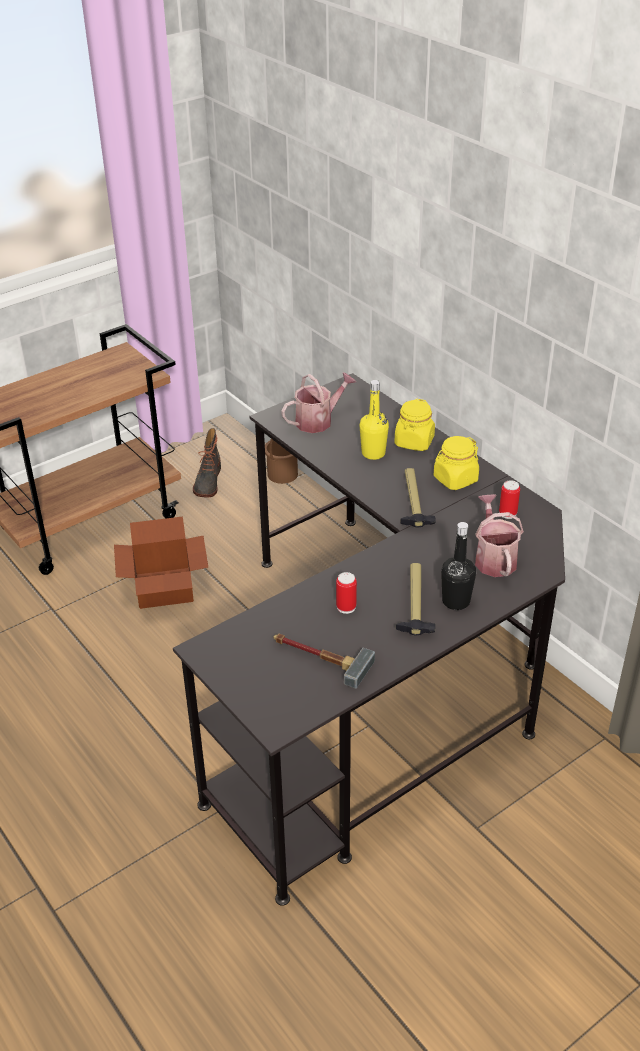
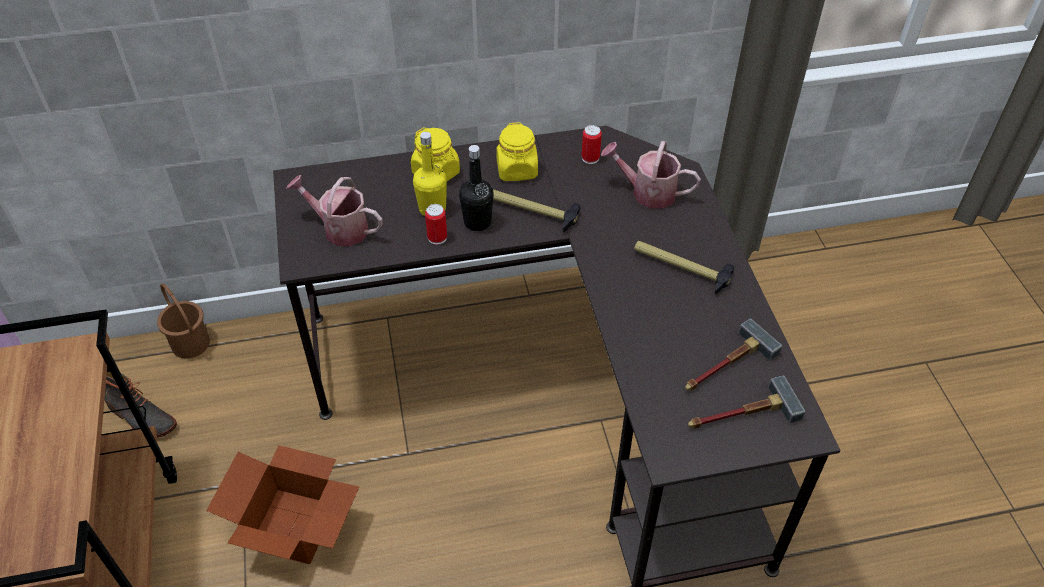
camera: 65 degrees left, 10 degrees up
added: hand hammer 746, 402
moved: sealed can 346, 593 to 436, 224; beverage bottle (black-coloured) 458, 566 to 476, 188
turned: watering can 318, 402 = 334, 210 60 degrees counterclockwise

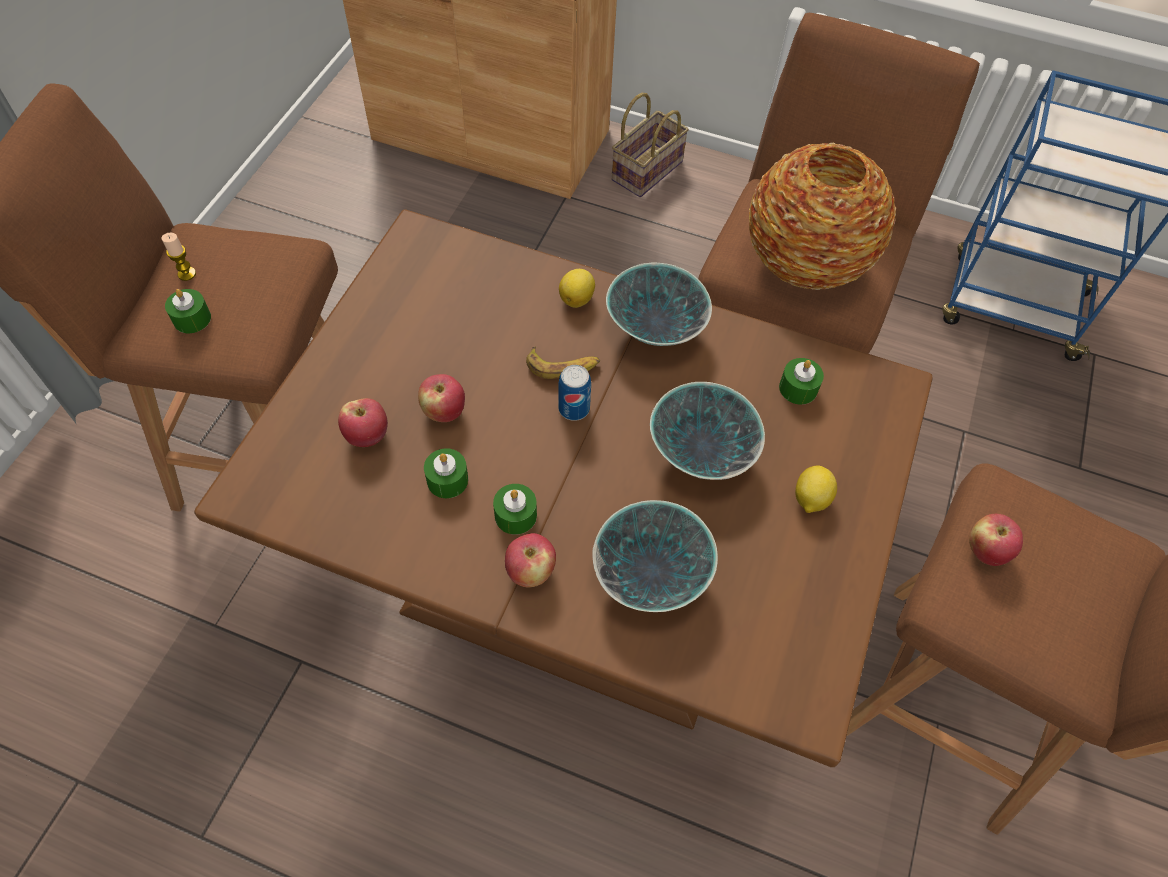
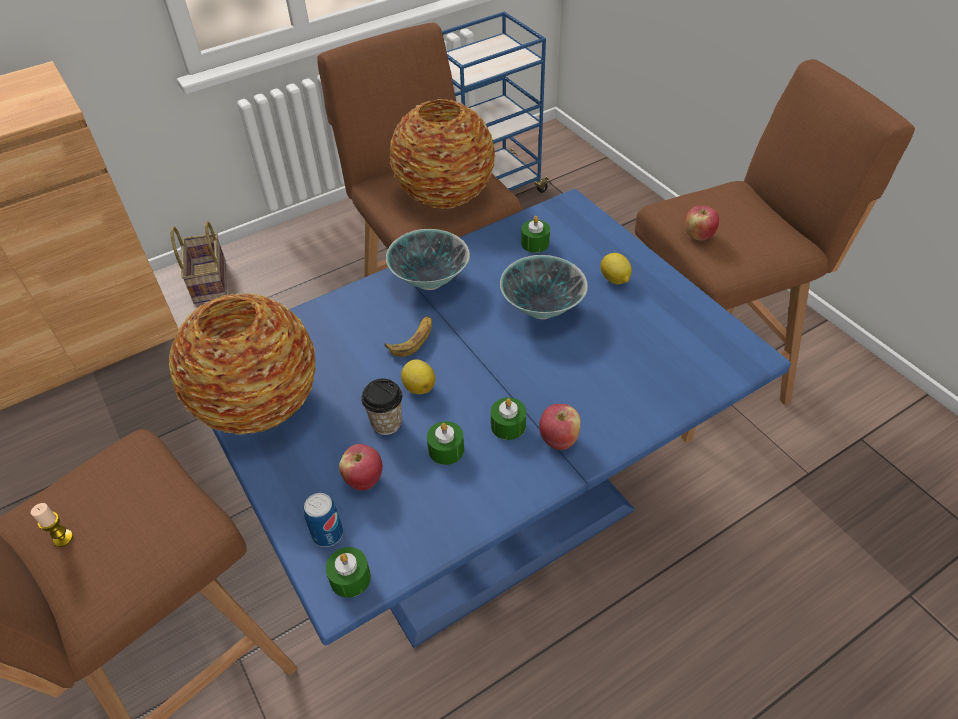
camera: 50 degrees left, 10 degrees down
removed: deep dish 655, 556
added: decorative vase 242, 364
moved: wax light (greenish) 188, 311 to 348, 572; sealed can 574, 393 to 323, 520; citrus fruit 577, 288 to 418, 376
replaced: whole apple 441, 398 to drinking cup 381, 407
recoloured: dining table (brown-coloured) 563, 488 to dining table (blue-coloured) 501, 418

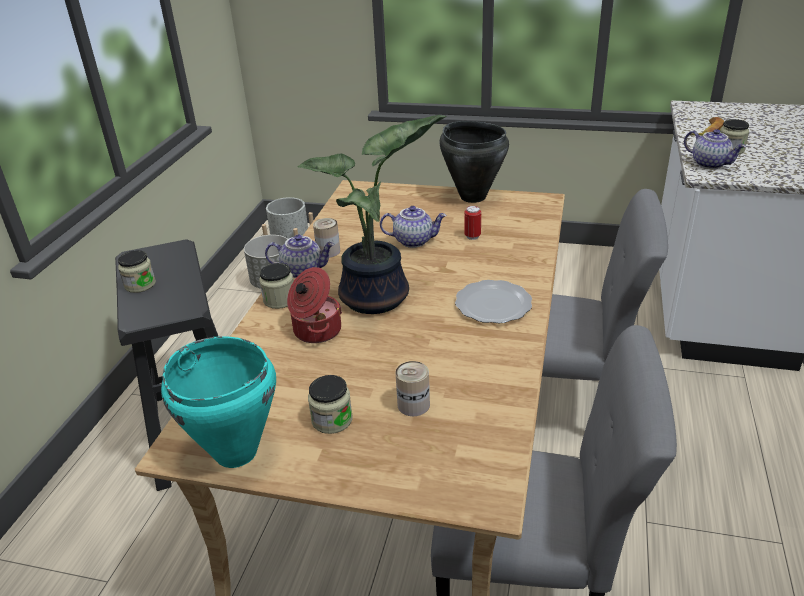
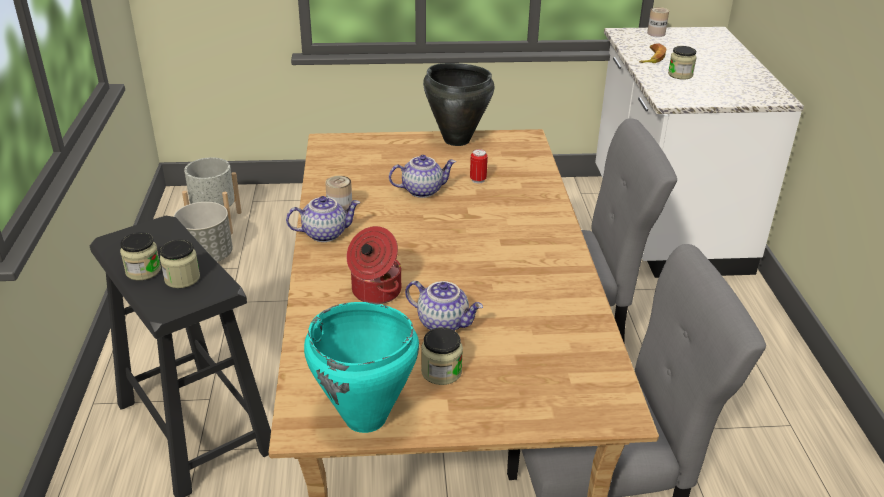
camera: 20 degrees left, 0 degrees up
removed: houseplant 372, 214; flat dish 493, 301
moved: jar 276, 286 to 180, 264; sealed can 412, 388 to 658, 22; pot for tea 715, 149 to 444, 306

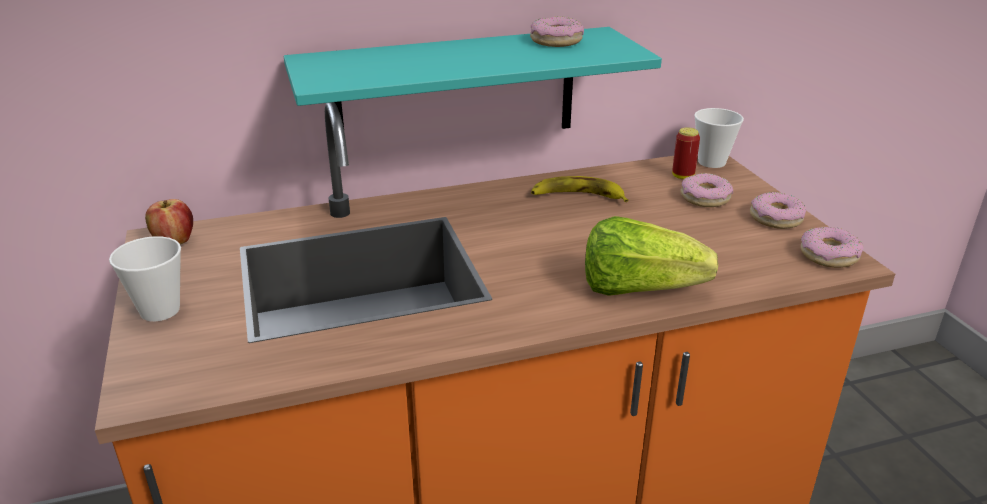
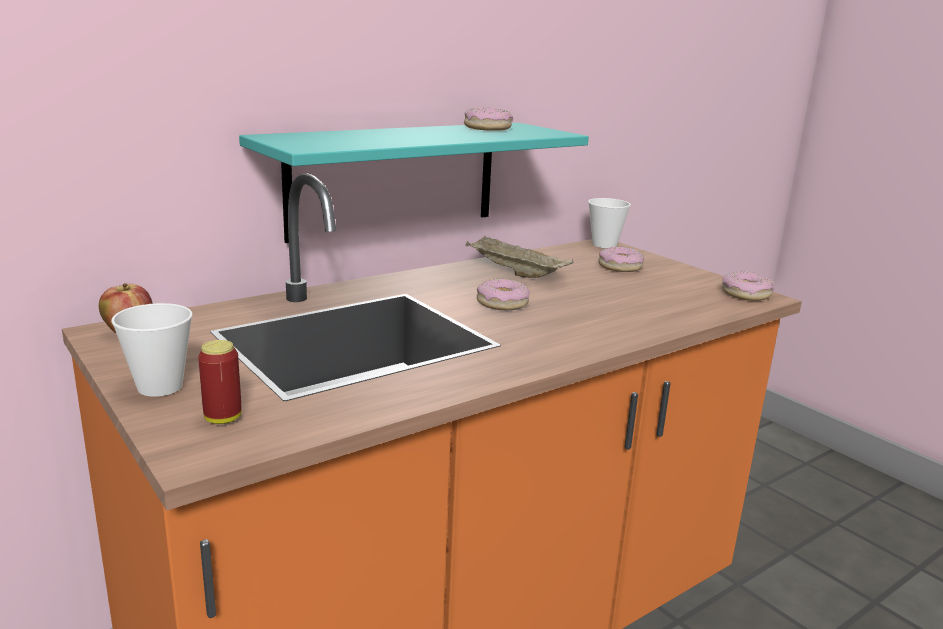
camera: 20 degrees left, 10 degrees down
removed: lettuce 651, 256
moved: sealed can 686, 153 to 220, 382; ring doughnut 778, 210 to 503, 294
replaced: banana fruit 580, 189 to carrying tray (beige-coloured) 519, 257

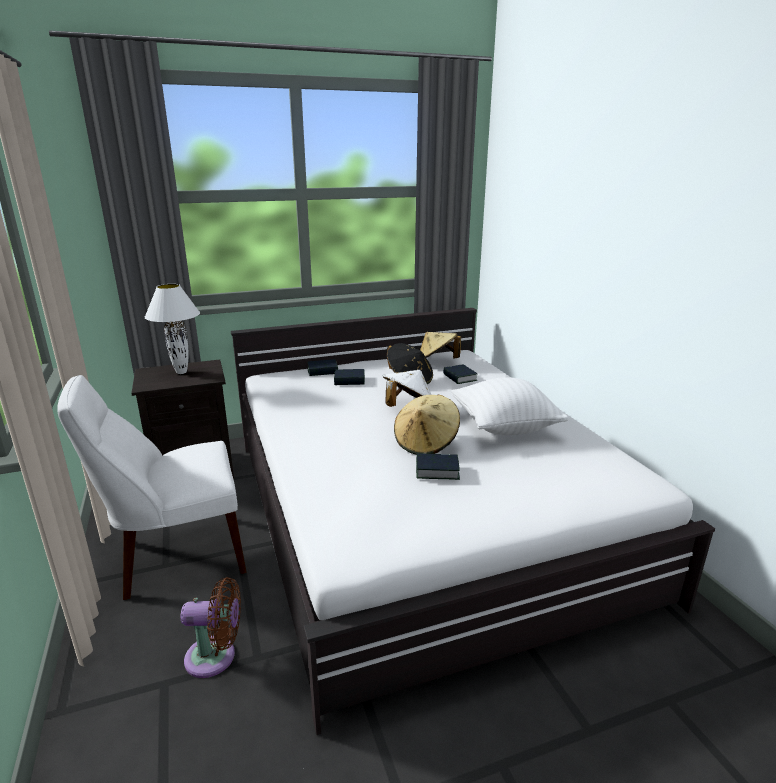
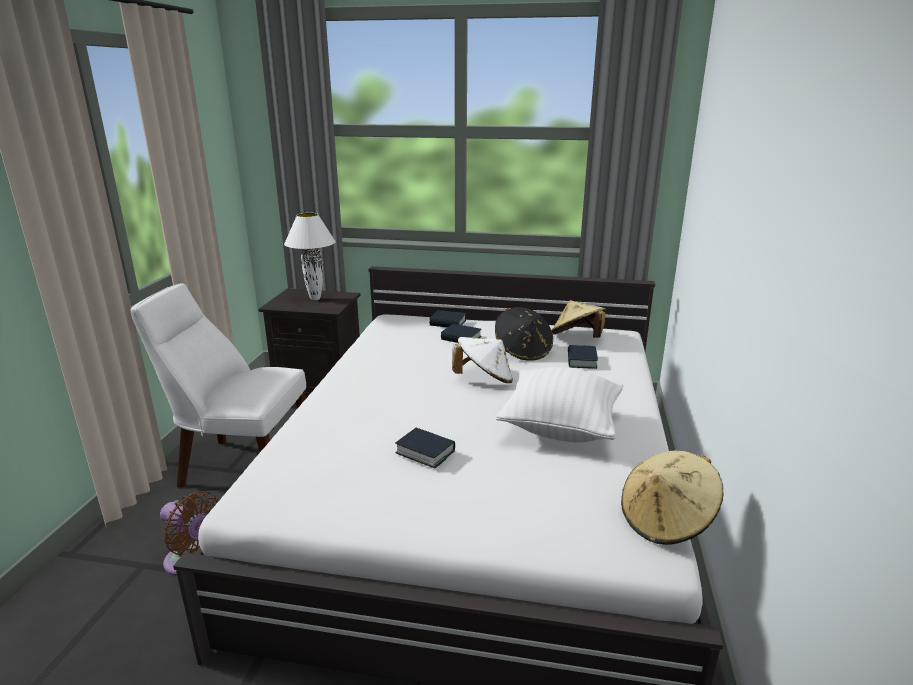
camera: 30 degrees right, 0 degrees up
moved: hat (beige-coloured) 427, 425 to 672, 498

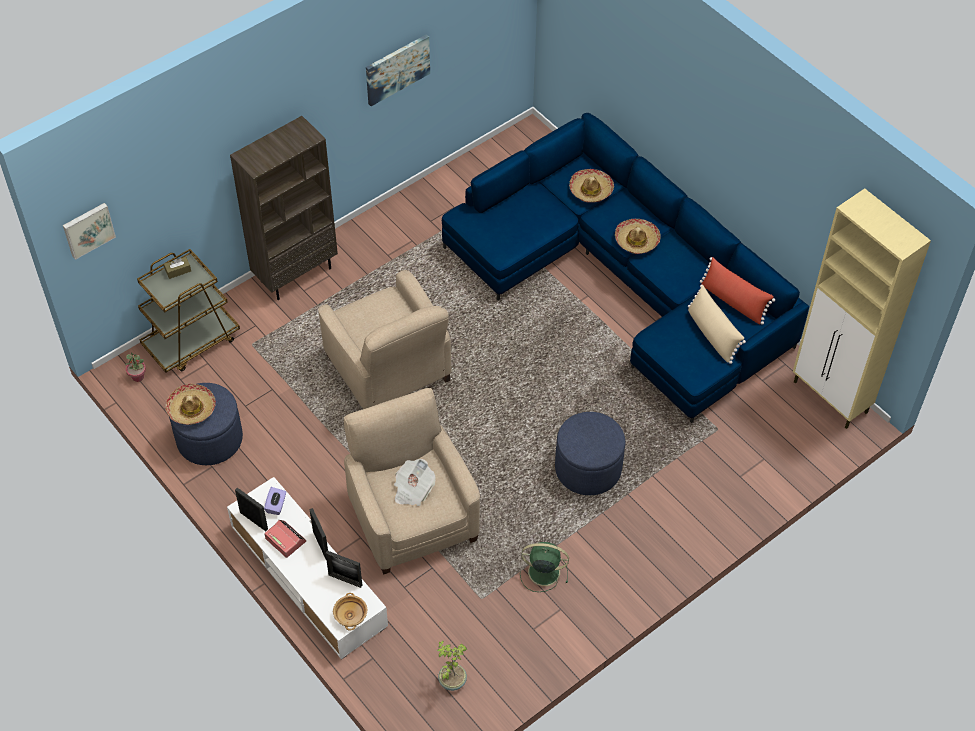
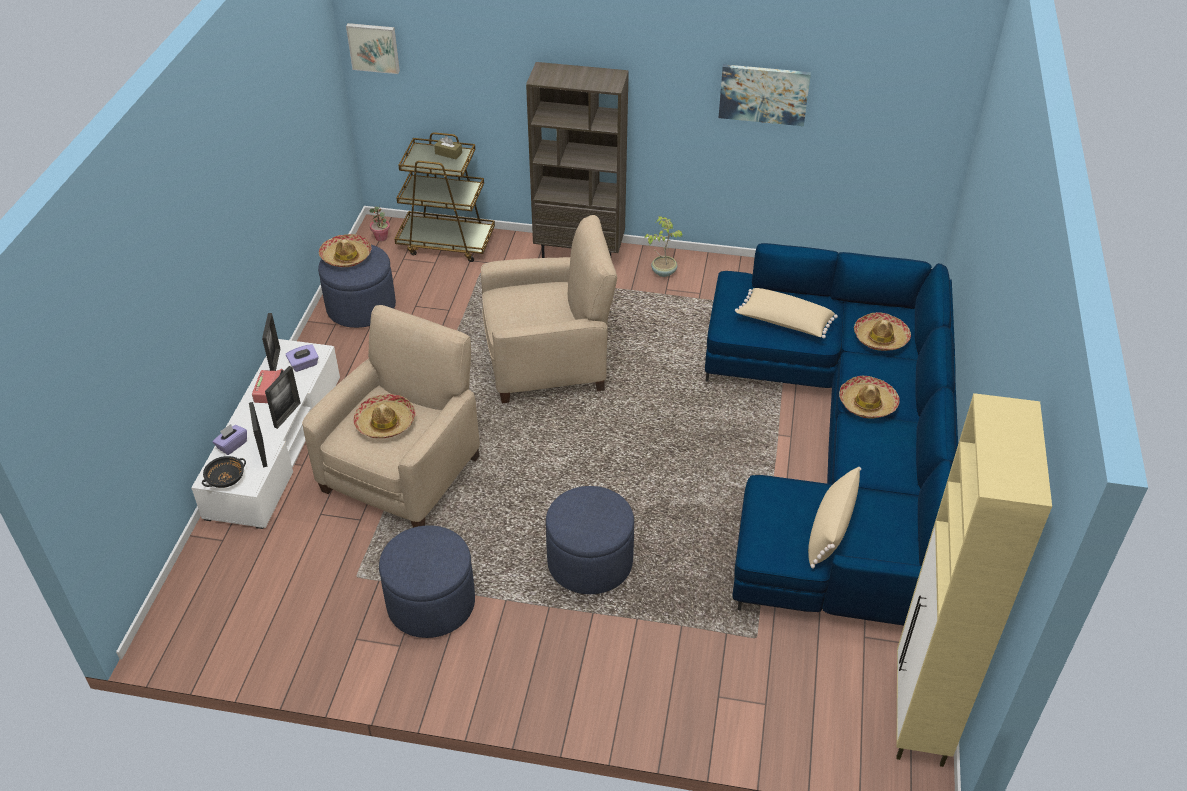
camera: 50 degrees right, 10 degrees down
removed: throw pillow (red) 737, 291
added: tissue holder (purple) 230, 439; throw pillow (beige-coloured) 786, 313
moved: houseplant 452, 666 to 664, 246
replaced: daily paper 415, 482 to hat 384, 416; cooling fan (greenish) 544, 567 to ottoman (blue-coloured) 427, 581
recoloured: deep dish (beige-coloured) 350, 611 to deep dish (black-coloured) 224, 472
turned: easy chair (beige-coloured) 384, 339 = 549, 309 120 degrees counterclockwise

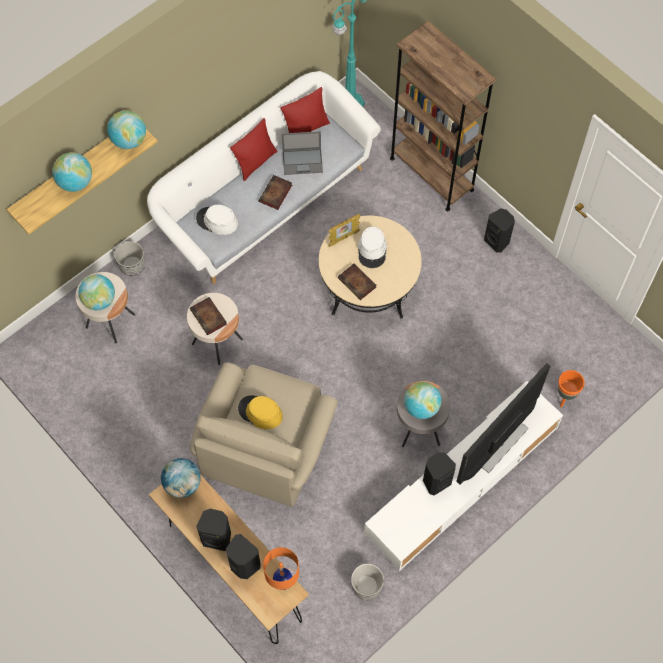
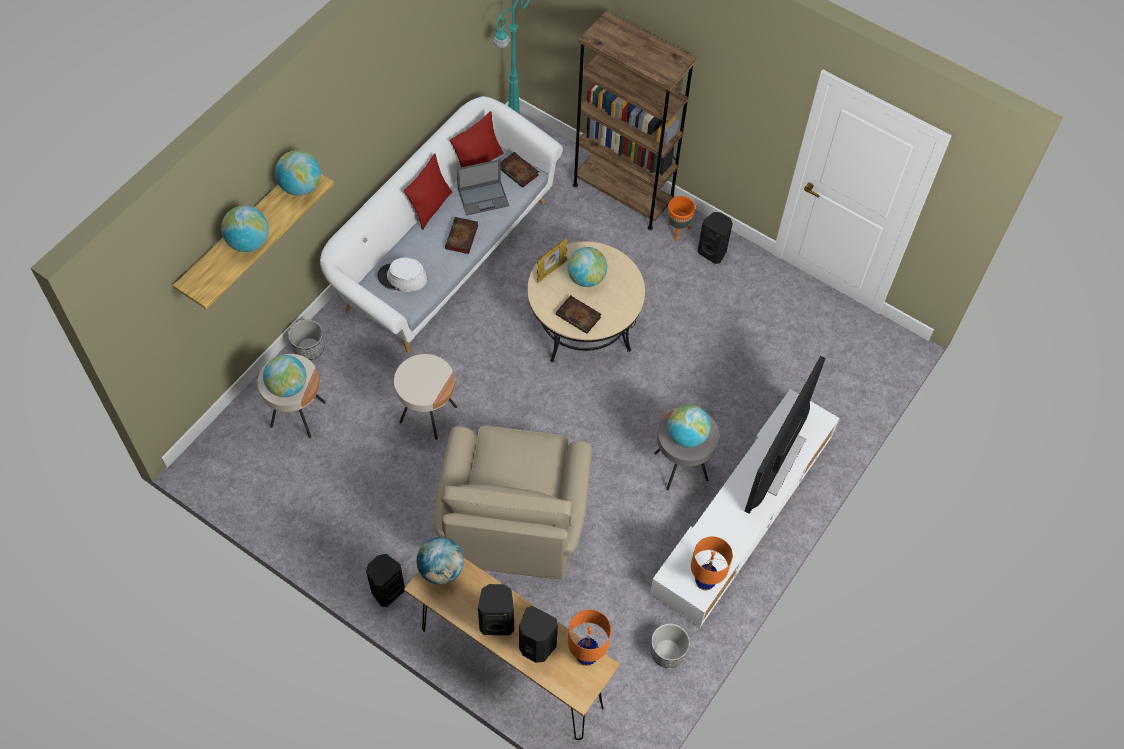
camera: 15 degrees left, 5 degrees down
removed: hat (yellowish) 260, 412
added: lamp for a table (orangey) 712, 563
moved: book 208, 316 to 519, 170; audio speaker (black-coloured) 439, 474 to 385, 580; flower pot (orangey) 571, 388 to 681, 218
replaced: hat (white) 372, 247 to world globe 587, 267

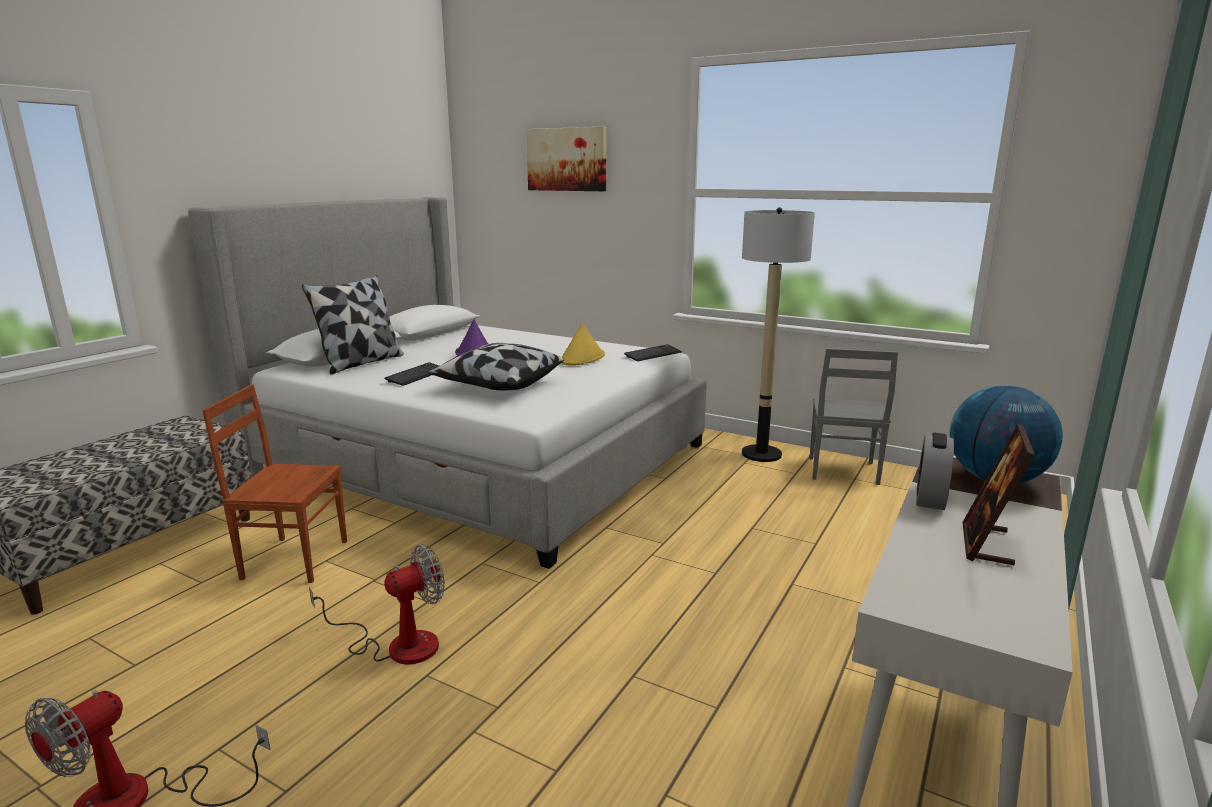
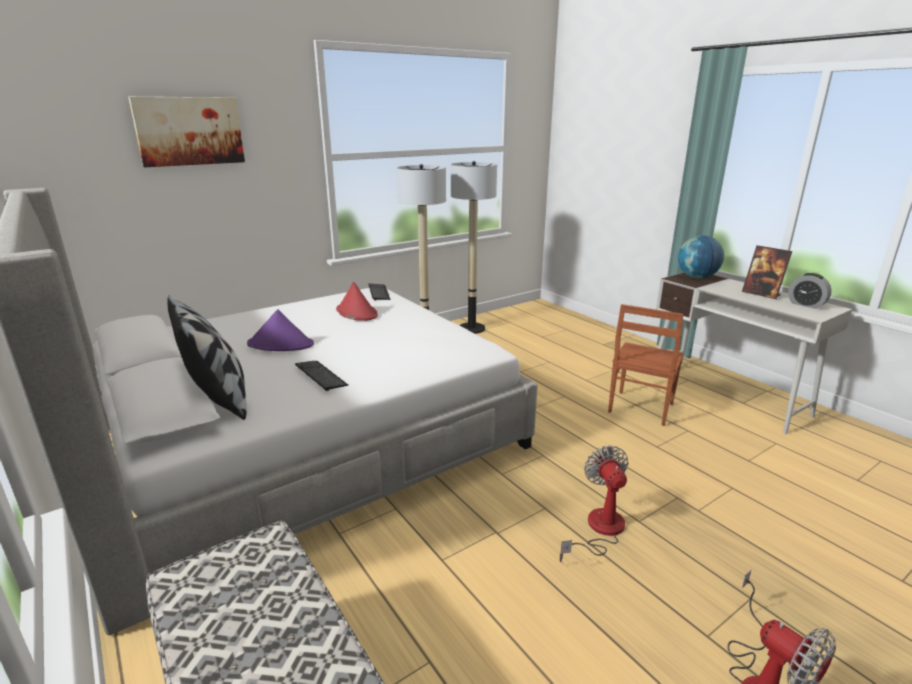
camera: 65 degrees left, 5 degrees up
removed: throw pillow 496, 366
moved: plain chair (brown-coloured) 274, 483 to 646, 365; bedside clock 935, 471 to 810, 291
replaced: plain chair (greyish) 854, 416 to standing lamp 474, 247
recoloured: hat (yellowish) 583, 344 to hat (red) 357, 301

